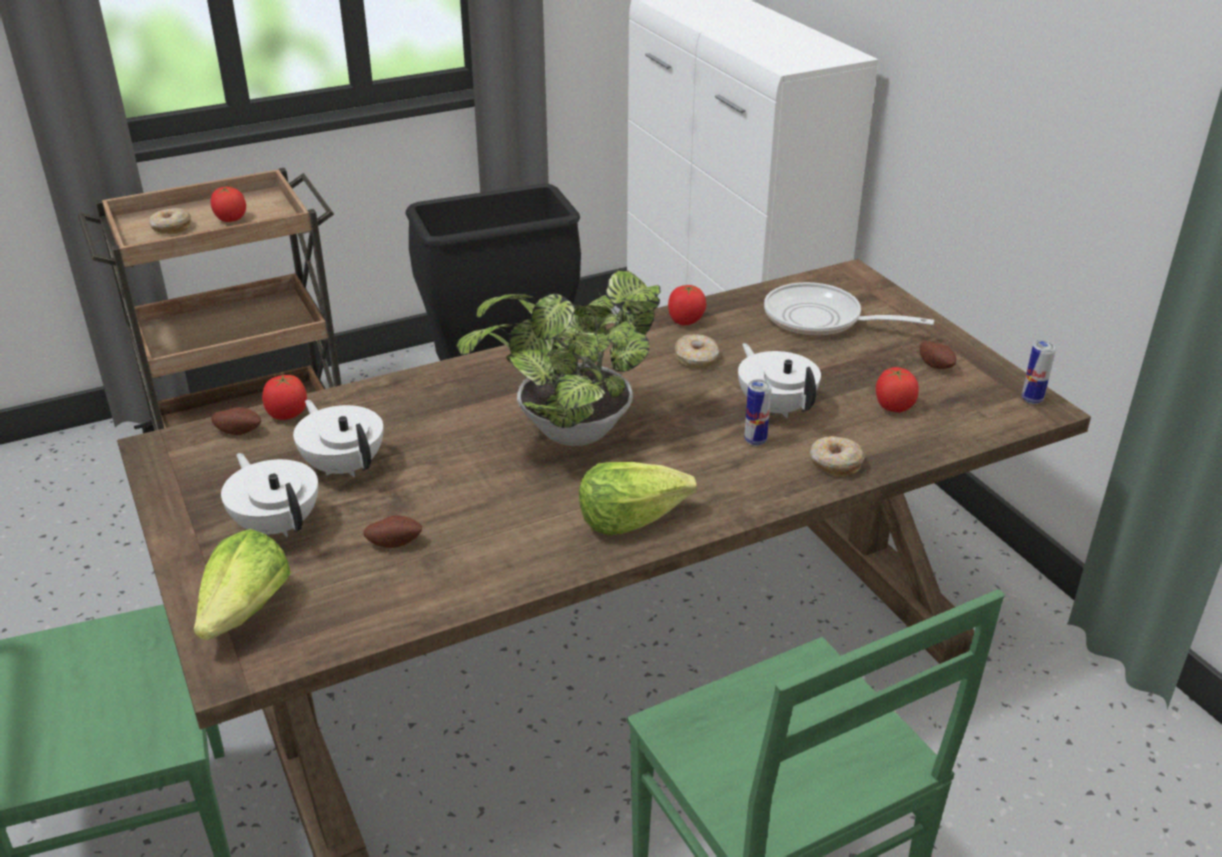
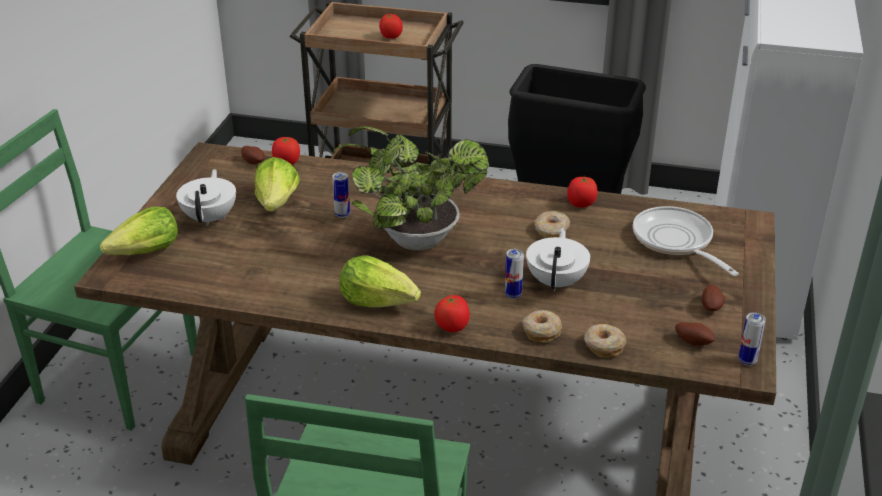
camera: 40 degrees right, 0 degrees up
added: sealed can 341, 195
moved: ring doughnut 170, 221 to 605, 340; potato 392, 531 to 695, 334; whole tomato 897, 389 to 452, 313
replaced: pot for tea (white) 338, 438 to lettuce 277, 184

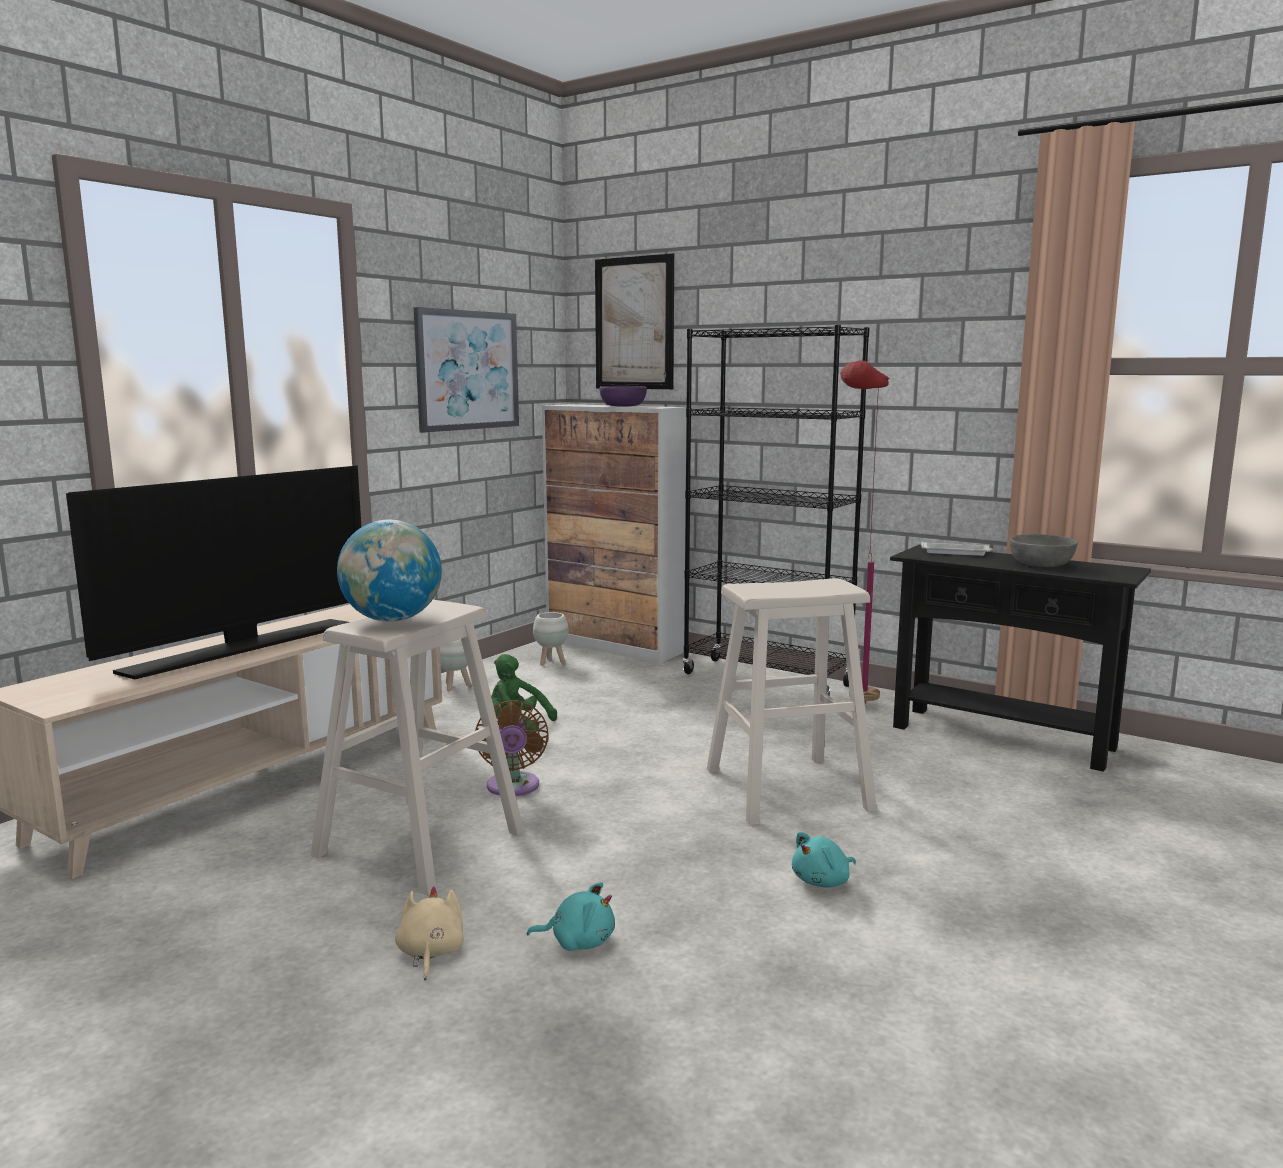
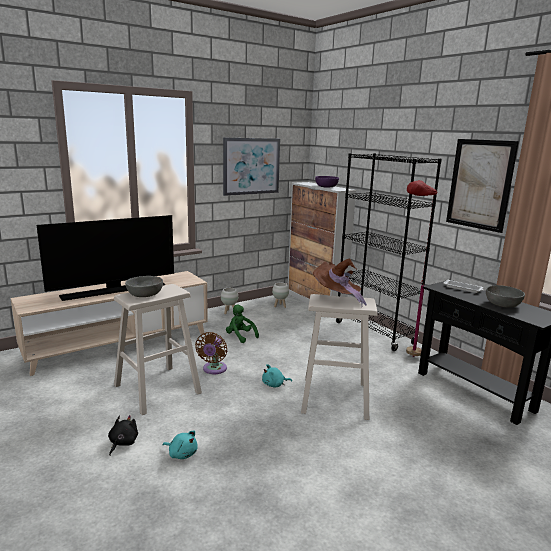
camera: 20 degrees right, 5 degrees up
added: hat (brown-coloured) 340, 281
moved: picture 634, 321 to 482, 186; plush toy (turquoise-coloured) 824, 859 to 277, 375
replaced: world globe 389, 571 to deep dish (greyish) 144, 286
recoloured: plush toy (beige-coloured) 429, 933 to plush toy (black-coloured) 123, 435

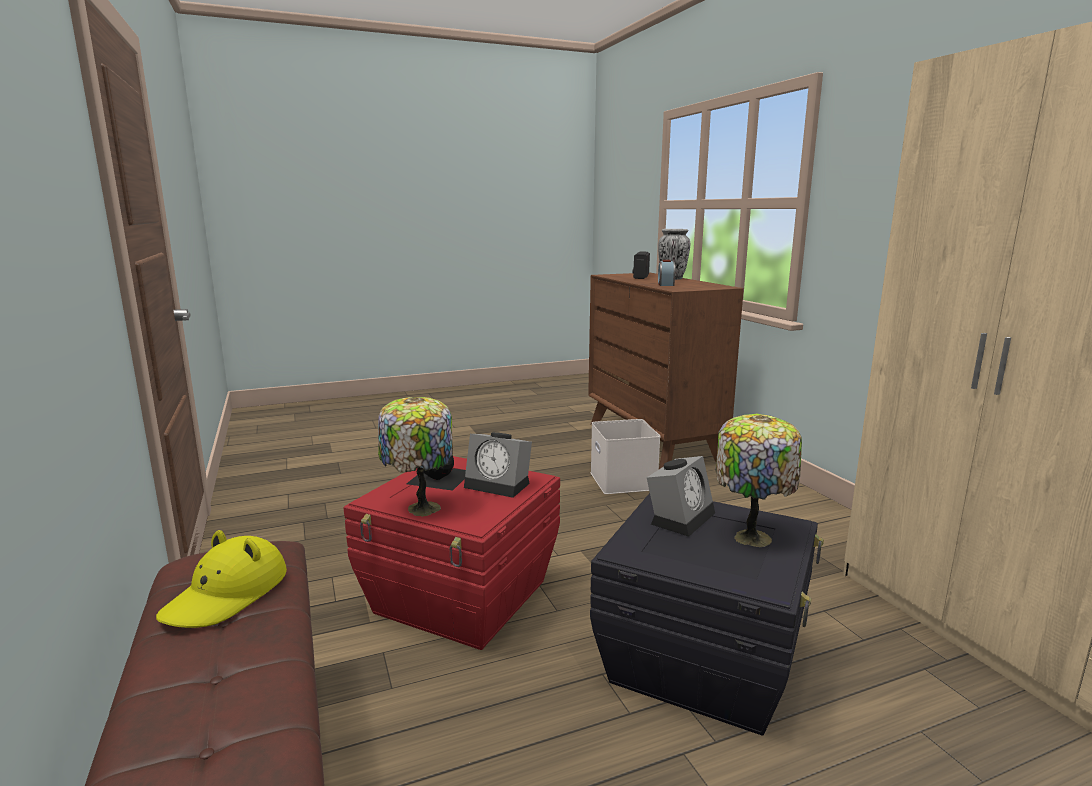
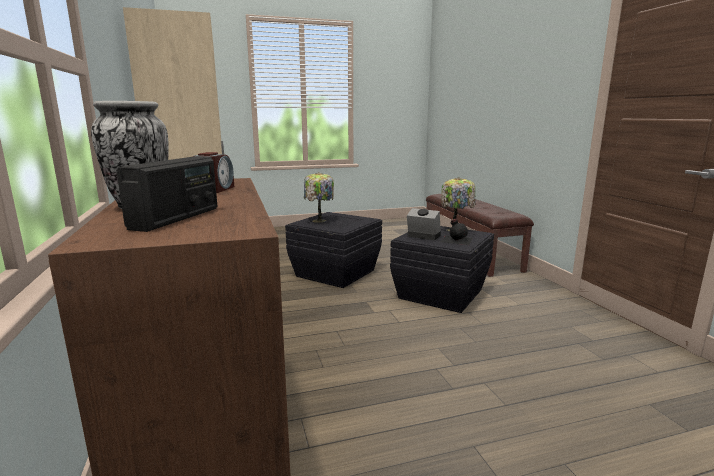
camera: 175 degrees left, 0 degrees up
removed: hat (yellowish) 221, 579; storage bin (white) 625, 456; bedside clock 681, 496
recoloured: storage bin (red) 451, 553 to storage bin (black-coloured) 442, 269

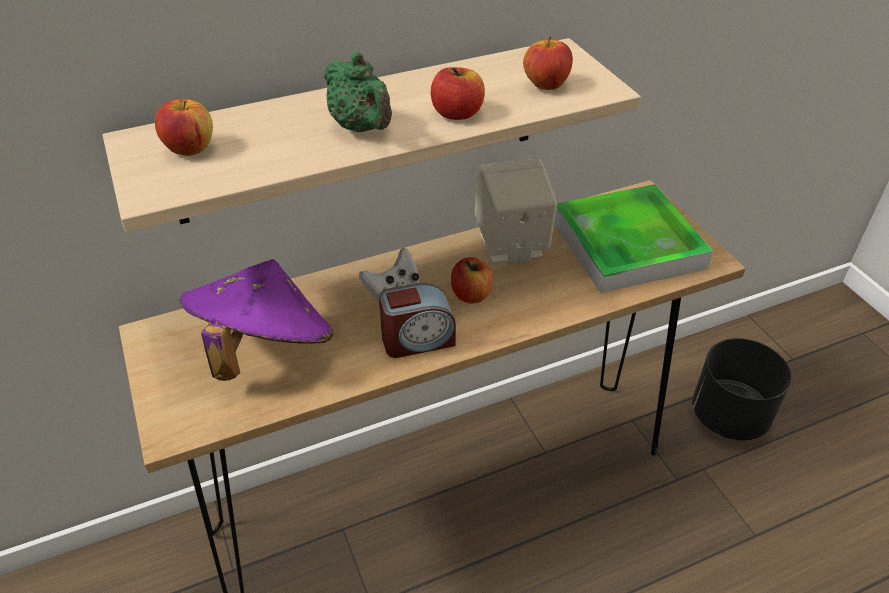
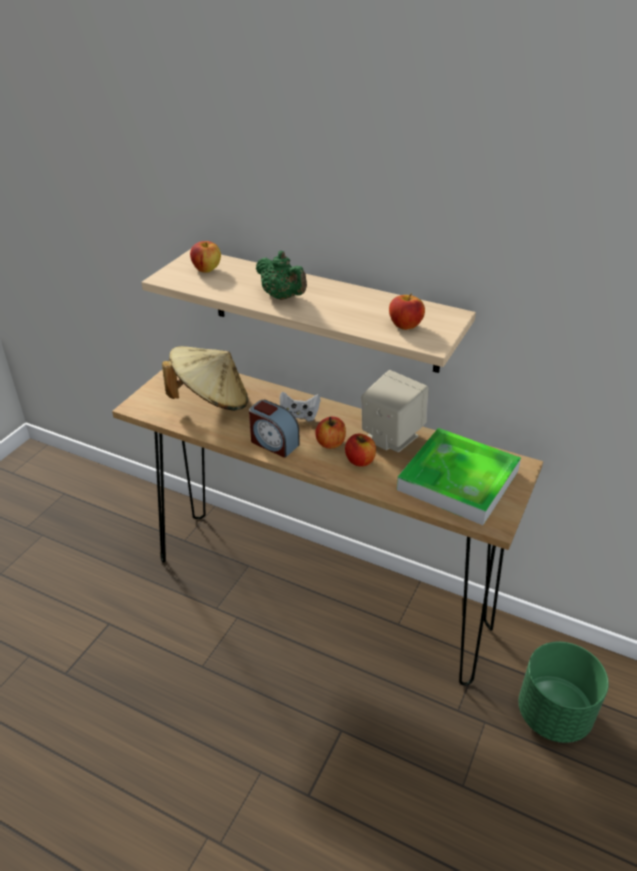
camera: 50 degrees right, 5 degrees down
moved: whole apple 458, 93 to 360, 450
recoloured: hat (purple) 256, 320 to hat (beige-coloured) 205, 378; flower pot (black-coloured) 742, 389 to flower pot (greenish) 563, 692
turned: pot for tea (greenish) 358, 92 = 281, 275 60 degrees counterclockwise

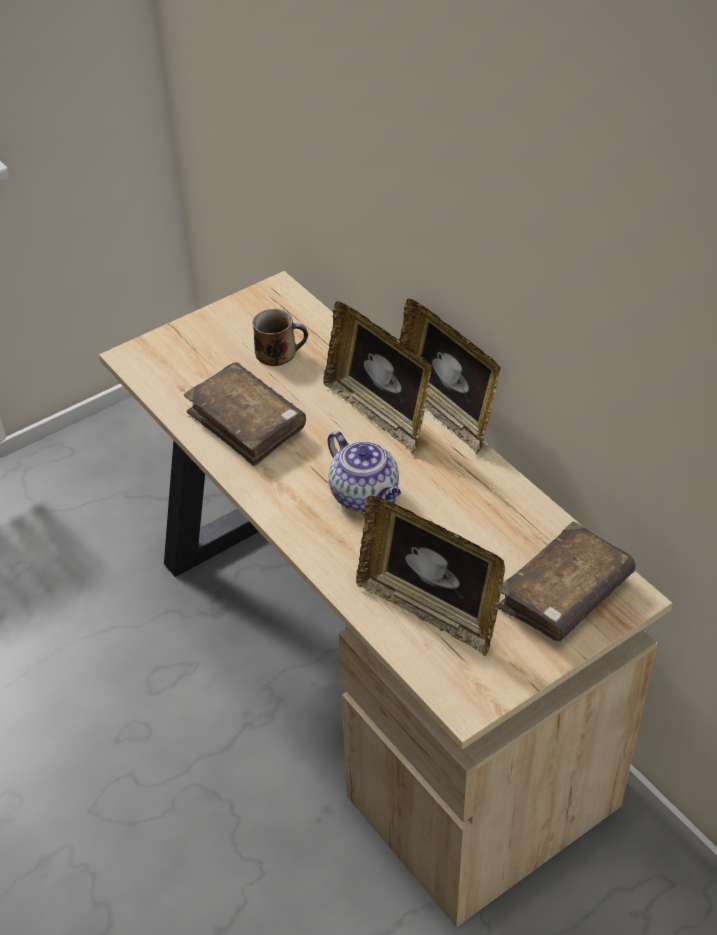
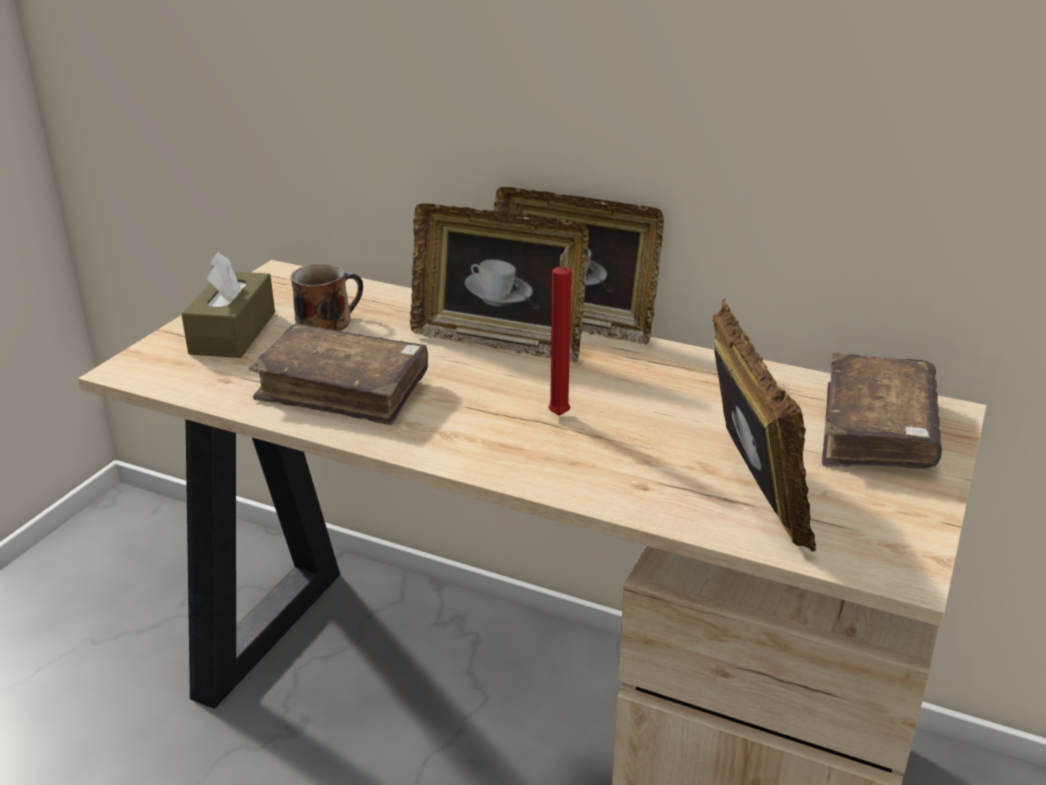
camera: 30 degrees left, 15 degrees down
added: tissue holder (brown-coloured) 228, 305
replaced: pot for tea 364, 471 to wax light (red) 560, 331
turned: picture frame 430, 575 = 764, 425 105 degrees counterclockwise

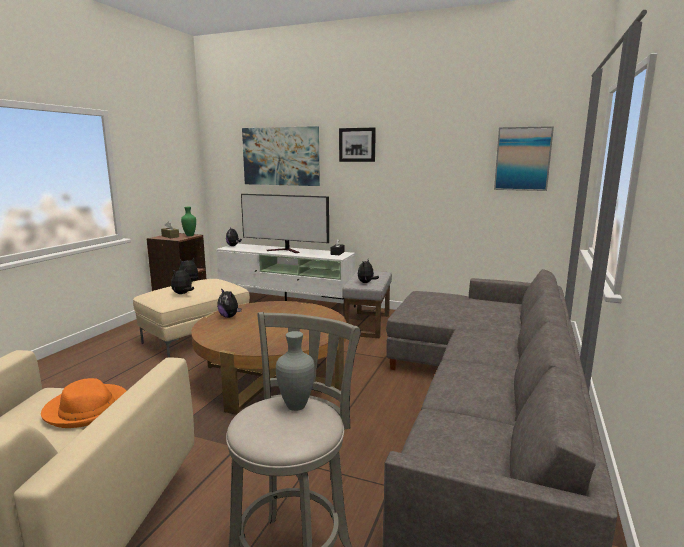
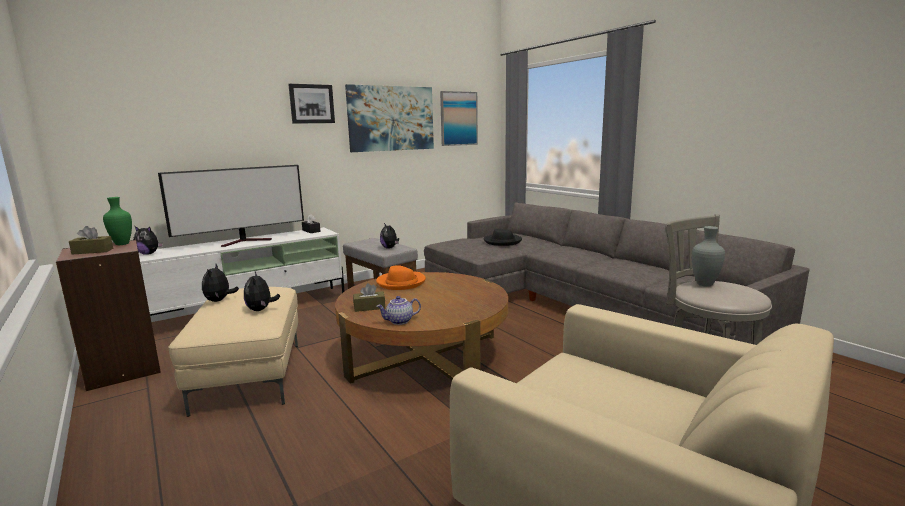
camera: 55 degrees left, 0 degrees up
added: pot for tea 399, 310; hat (black-coloured) 503, 237
moved: hat (orangey) 84, 403 to 401, 277; picture 281, 156 to 389, 118
replaced: plush toy 229, 303 to tissue holder (brown-coloured) 369, 297

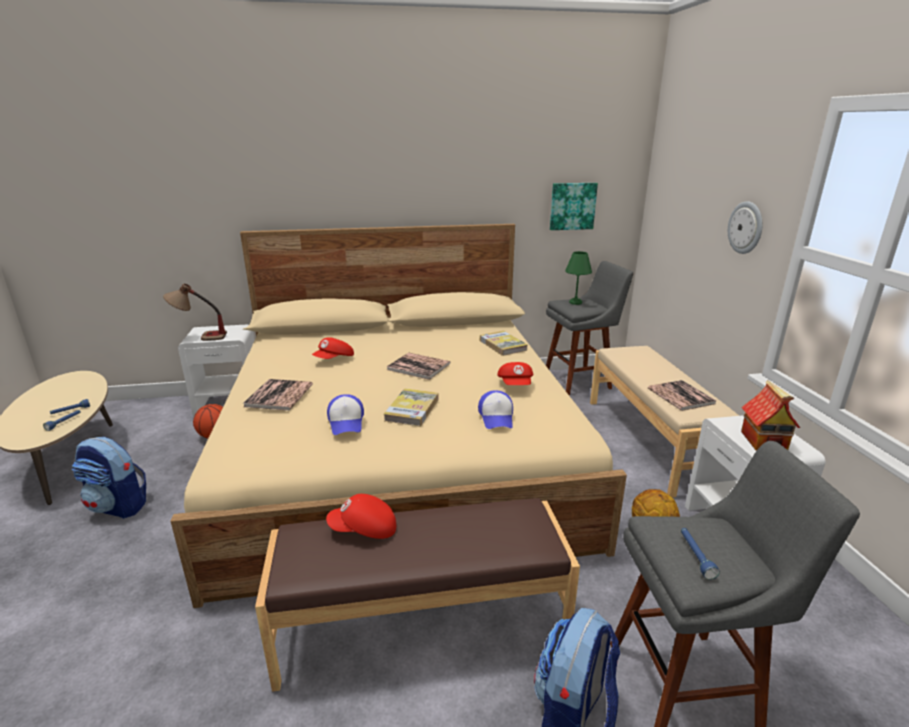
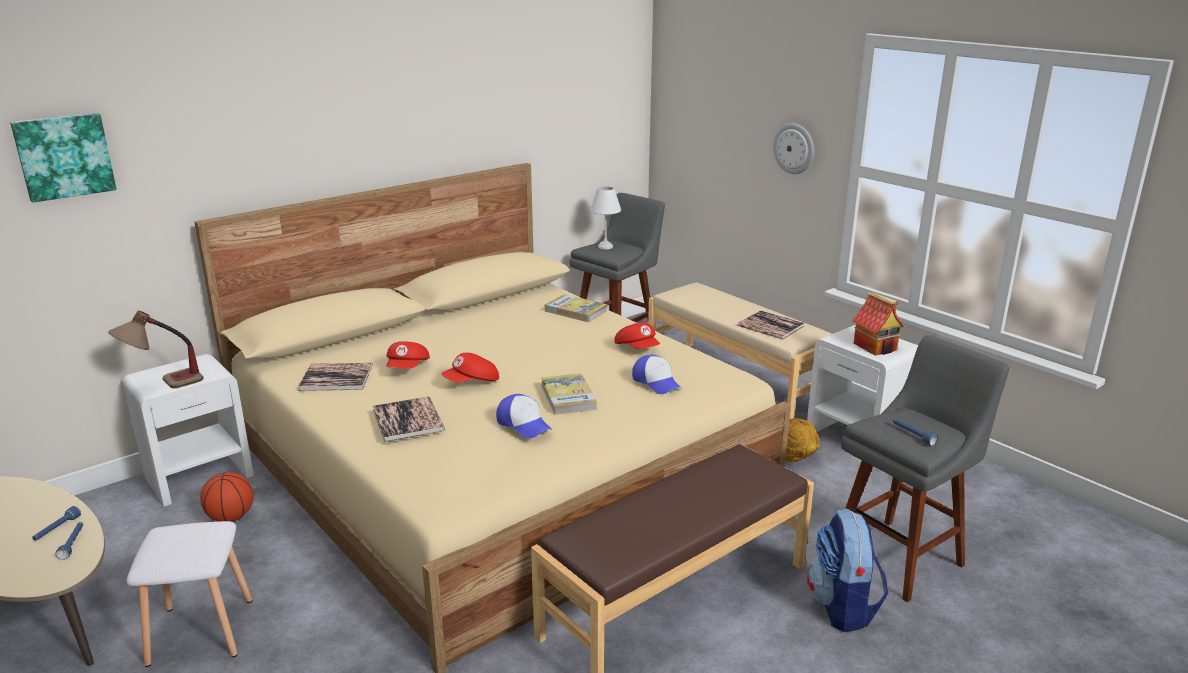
camera: 30 degrees left, 0 degrees up
moved: baseball cap (red) 361, 516 to 470, 367; book 418, 366 to 335, 377; picture 574, 206 to 63, 158
replaced: rucksack 109, 478 to stool seat (white) 189, 594
recoloured: lamp for a table (greenish) 578, 278 to lamp for a table (white) 605, 217

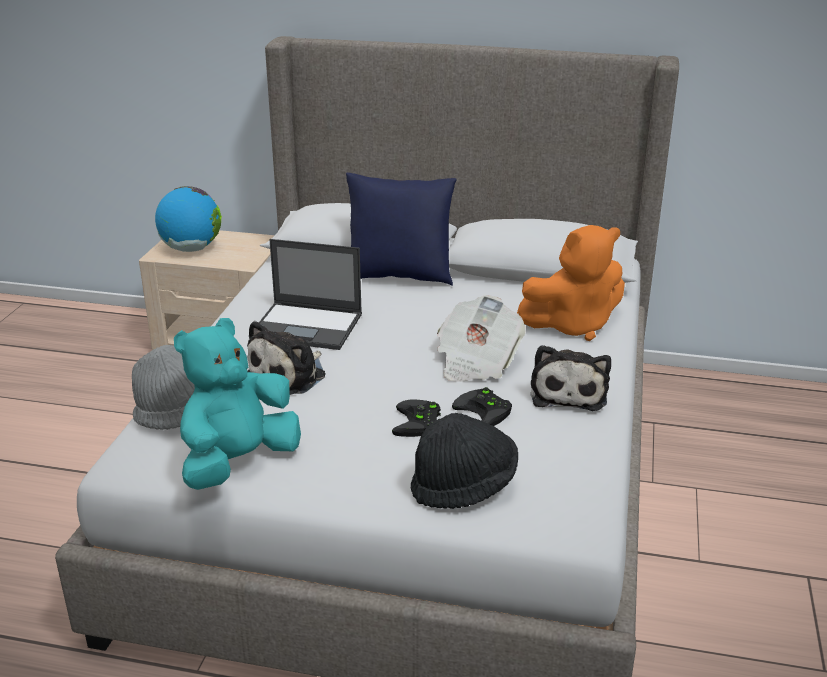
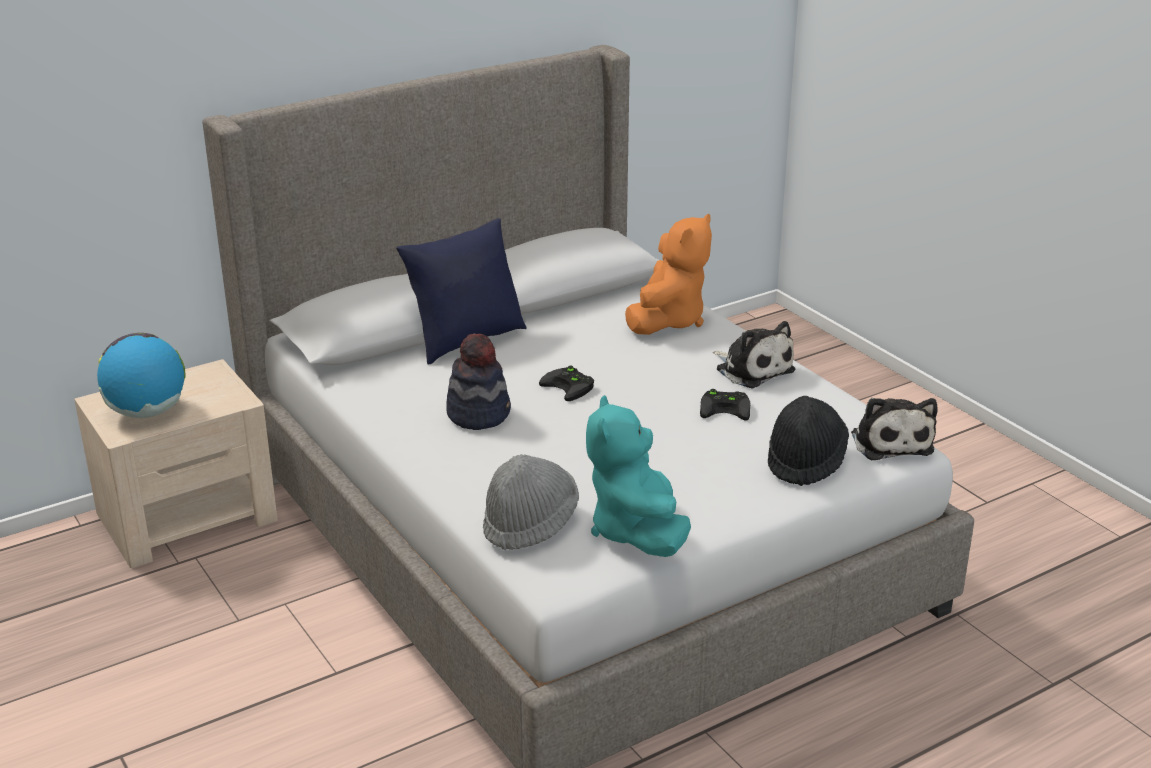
camera: 45 degrees left, 0 degrees up
removed: daily paper 481, 338
moved: plush toy 286, 358 to 894, 429; game controller (black-coloured) 416, 418 to 566, 383
replaced: portable computer 305, 294 to hat 478, 381

